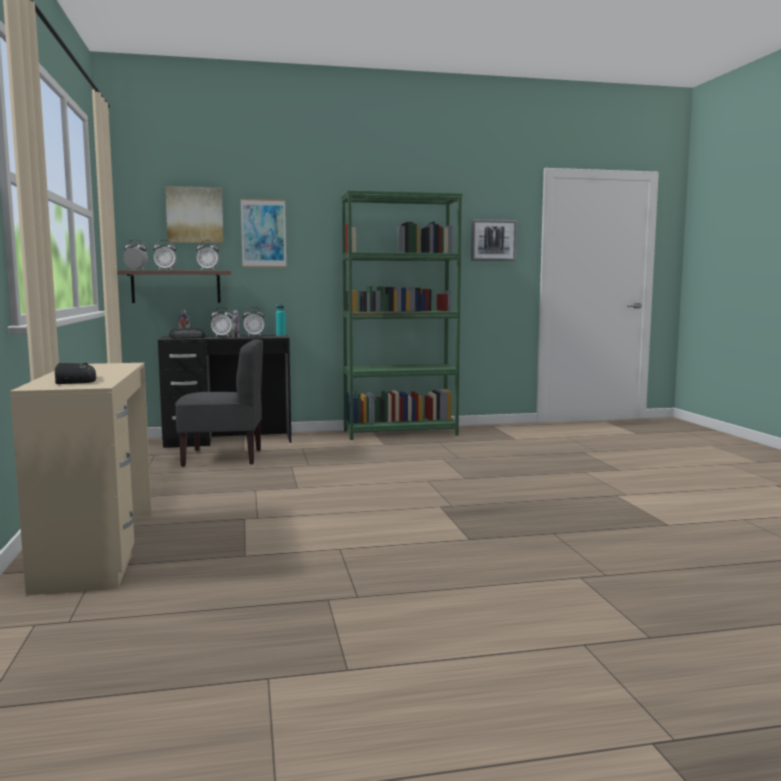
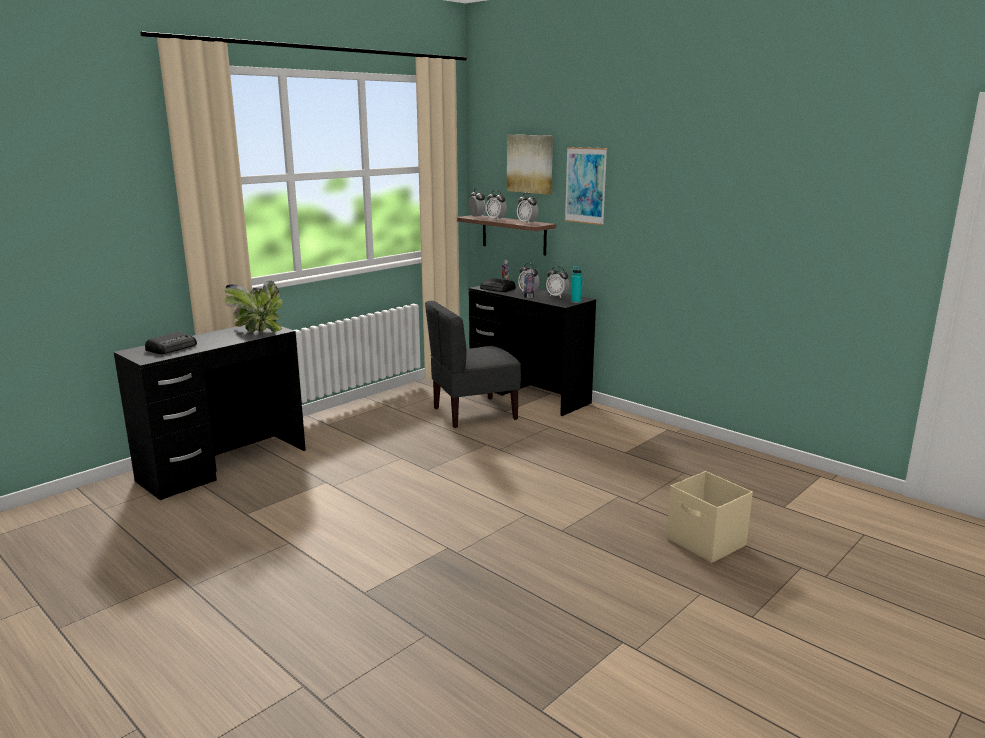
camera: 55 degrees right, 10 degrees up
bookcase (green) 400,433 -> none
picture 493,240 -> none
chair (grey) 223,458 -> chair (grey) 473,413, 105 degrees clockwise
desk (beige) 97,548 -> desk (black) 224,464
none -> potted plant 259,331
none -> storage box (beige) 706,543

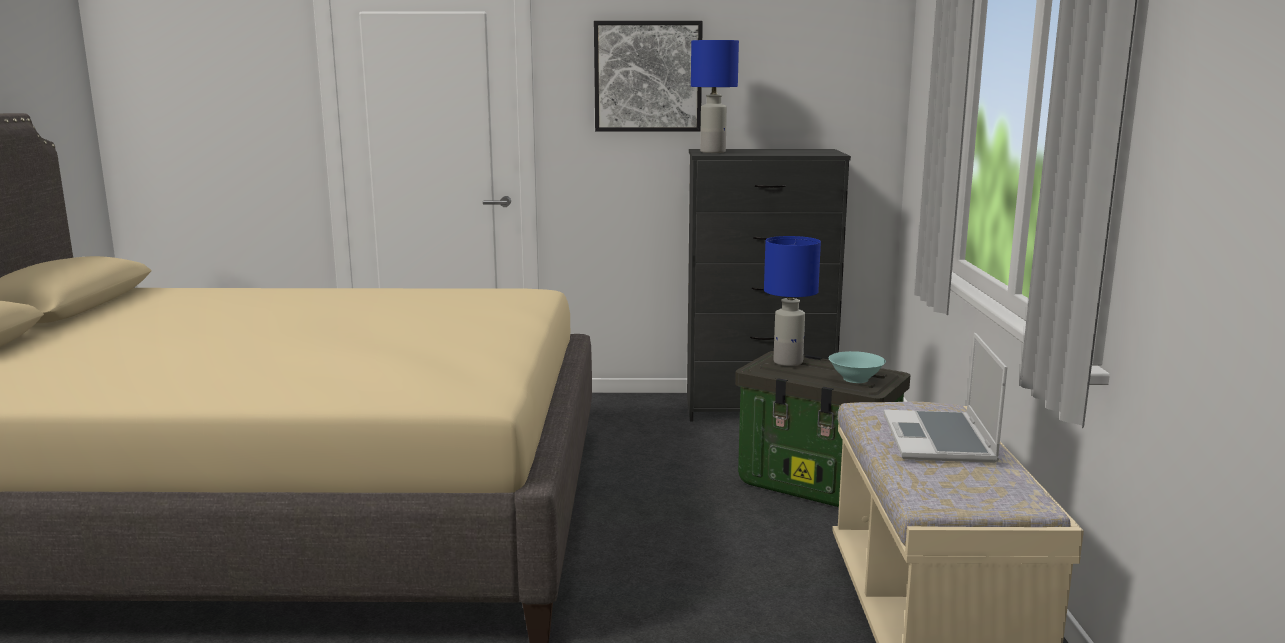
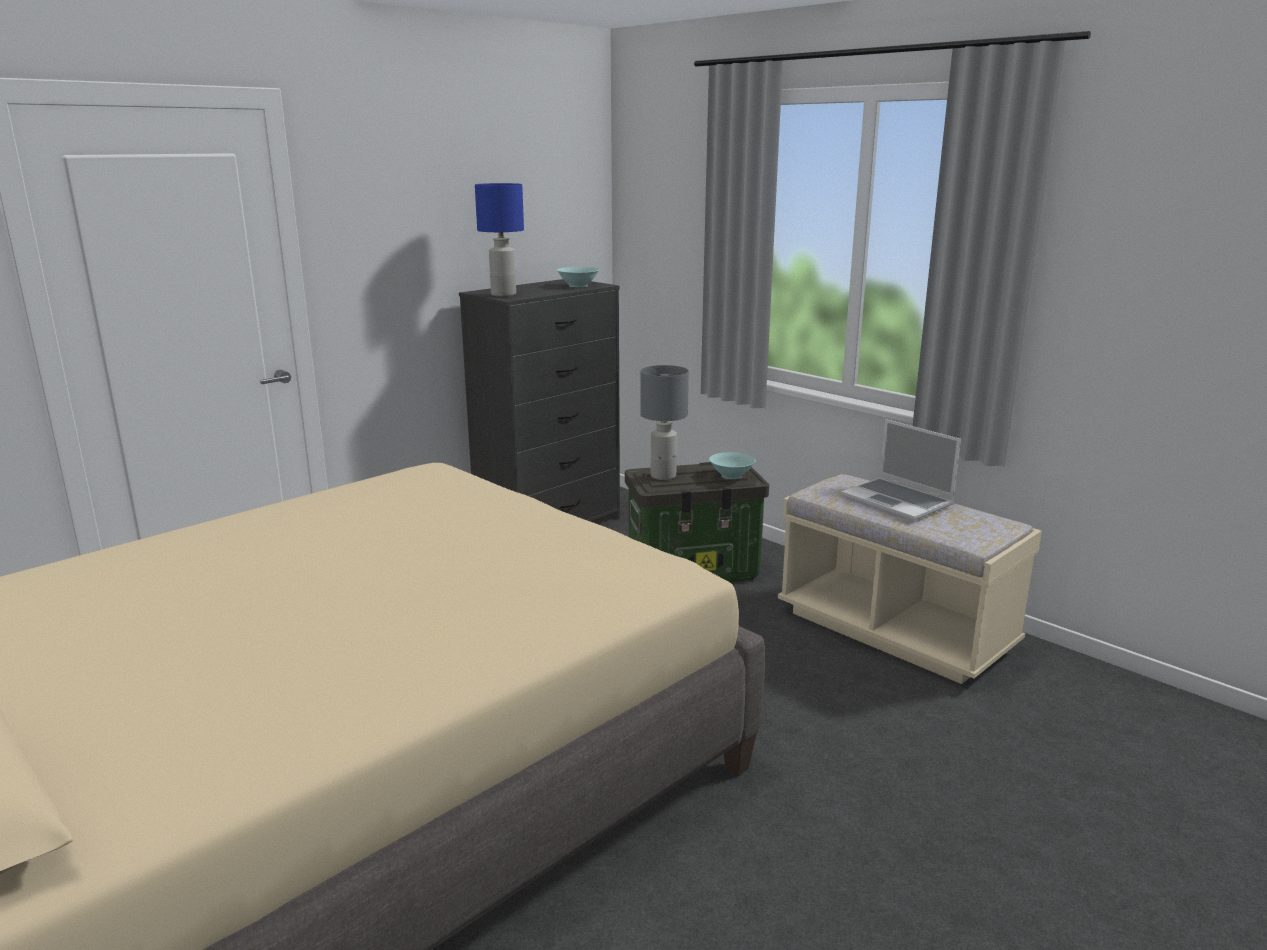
camera: 45 degrees left, 5 degrees up
picture 648,76 -> none
table lamp (blue) 788,362 -> table lamp (grey) 663,476
none -> bowl (turquoise) 578,285

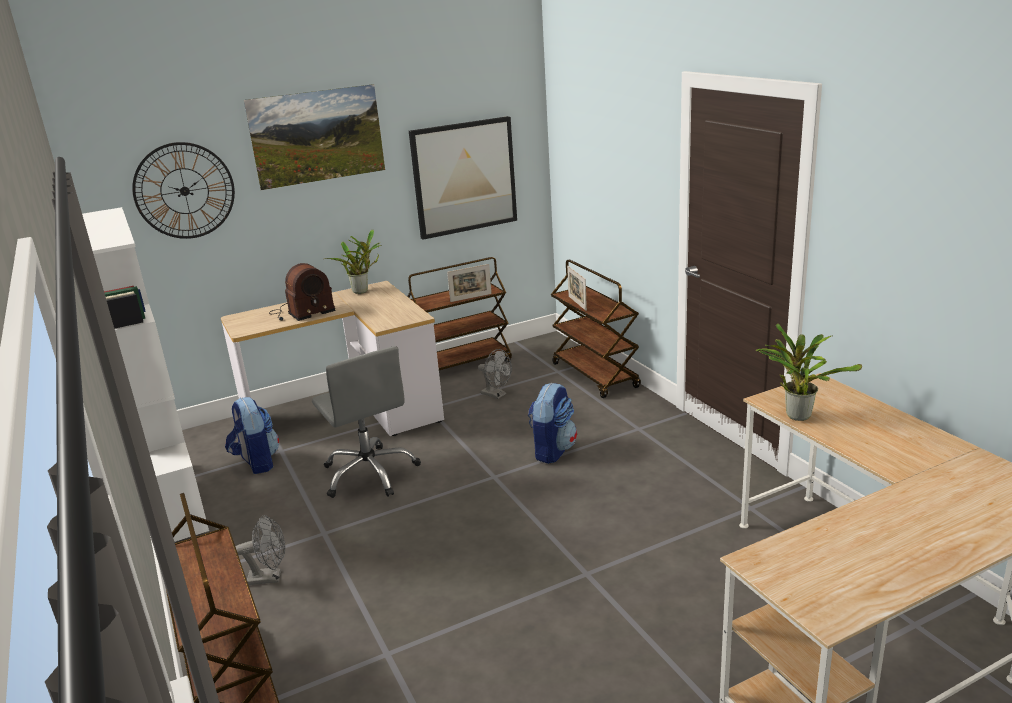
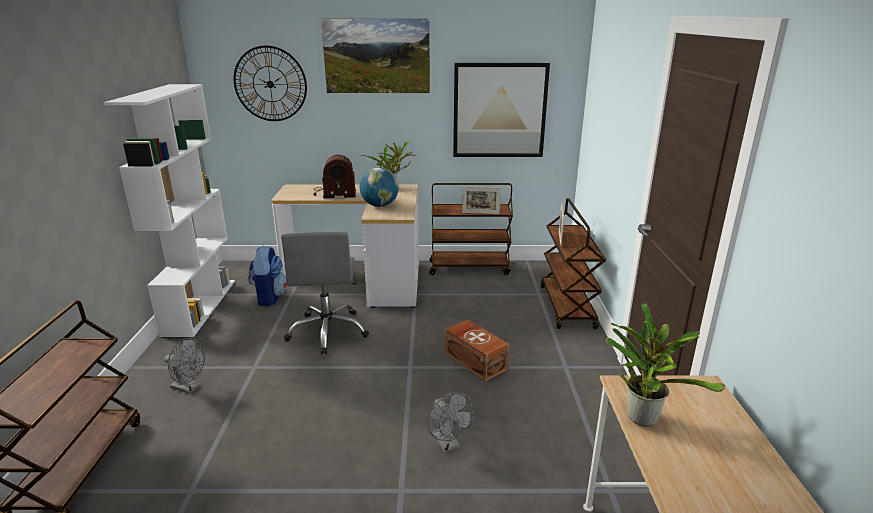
camera: 25 degrees right, 0 degrees up
fan (grey) 497,395 -> fan (grey) 448,444, move
backpack 552,450 -> storage box (brown) 475,361
none -> globe 379,205

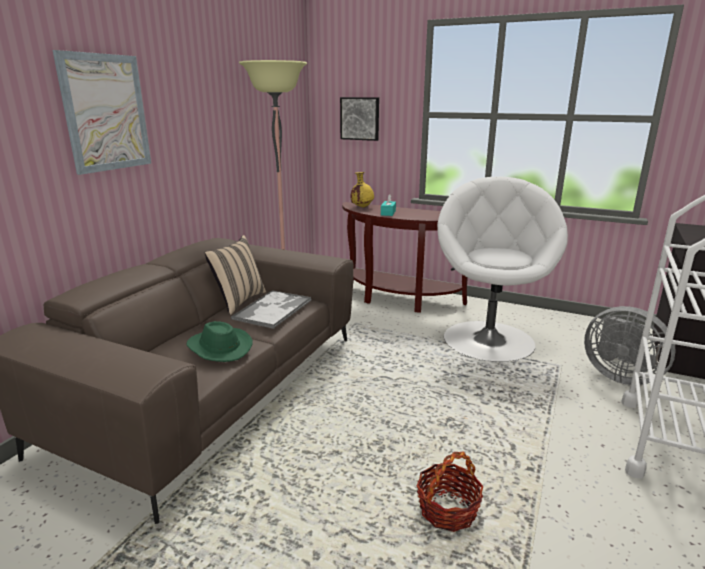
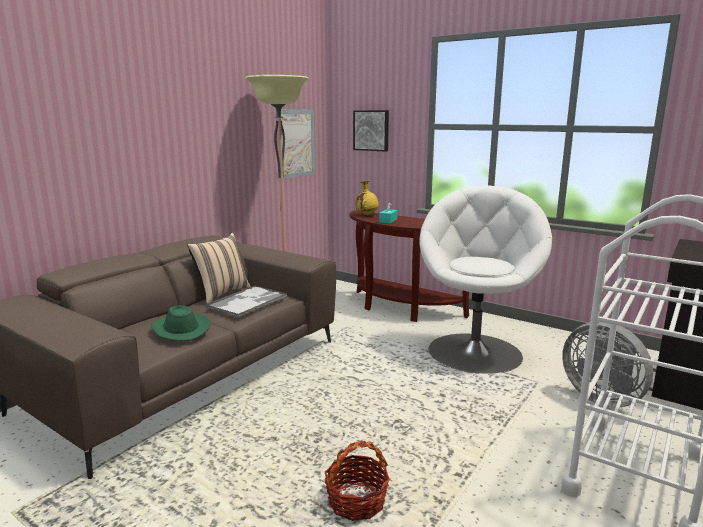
camera: 10 degrees right, 5 degrees down
picture 106,113 -> picture 295,143, move

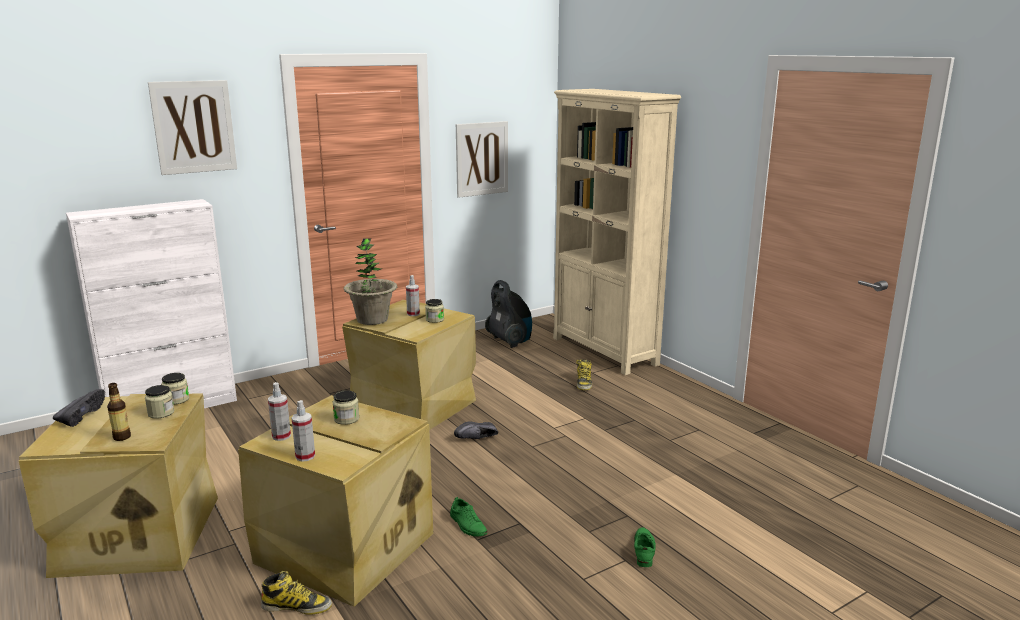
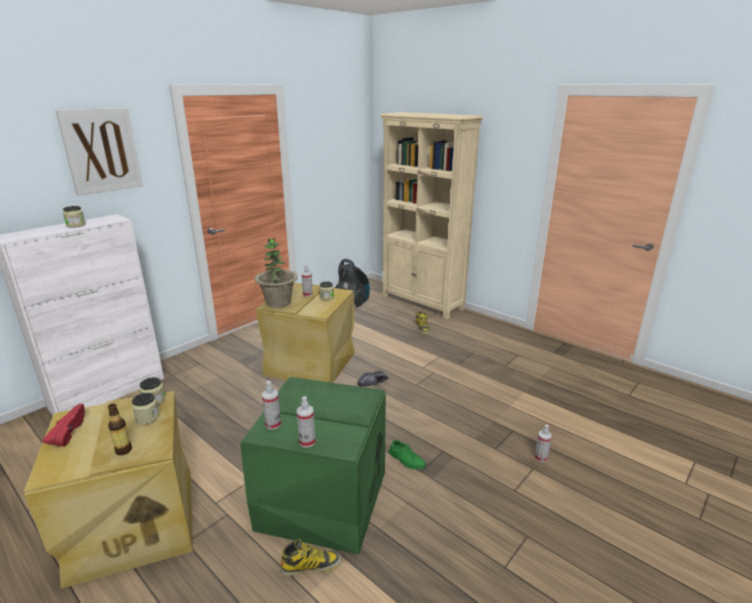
camera: 15 degrees left, 5 degrees up
picture 481,159 -> none
shoe (black) 80,415 -> shoe (red) 67,432
jar 346,419 -> jar 76,225, move
storage box (beige) 345,549 -> storage box (green) 324,501
shoe (green) 644,550 -> spray bottle 541,457

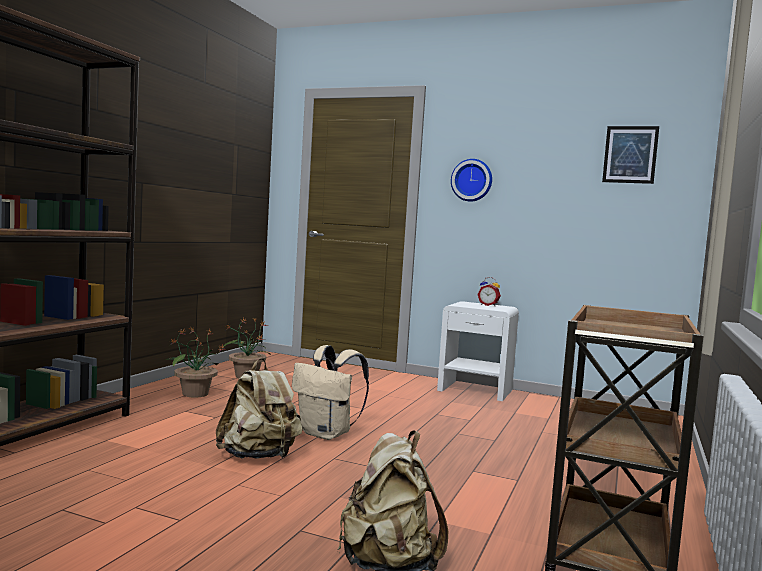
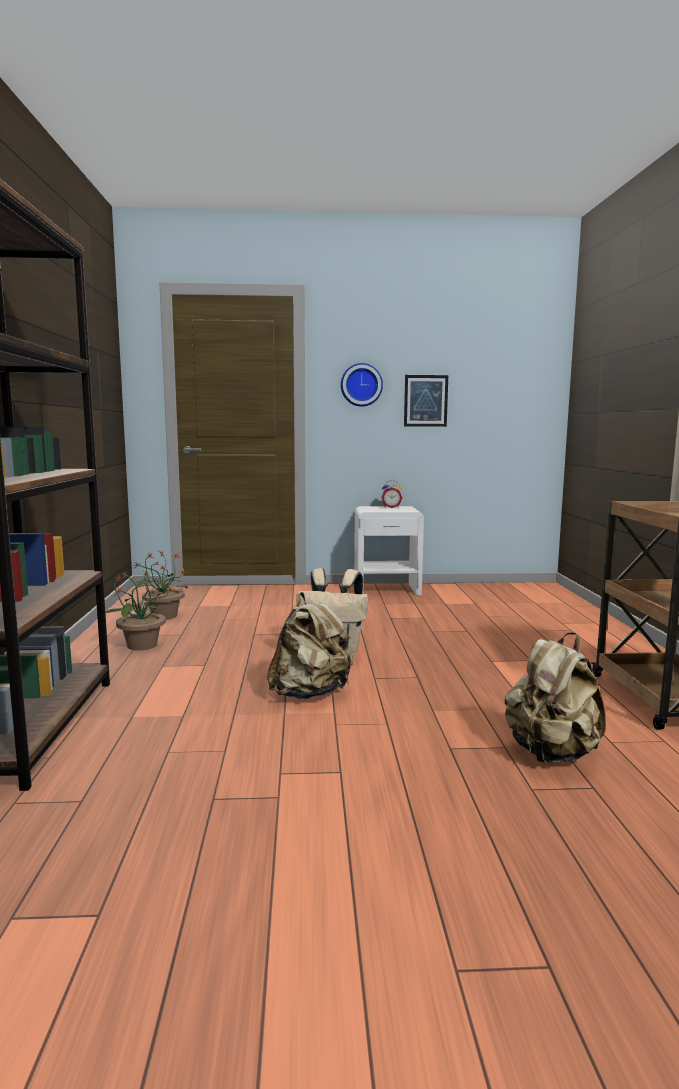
camera: 25 degrees left, 5 degrees up
picture 630,154 -> picture 425,401, move

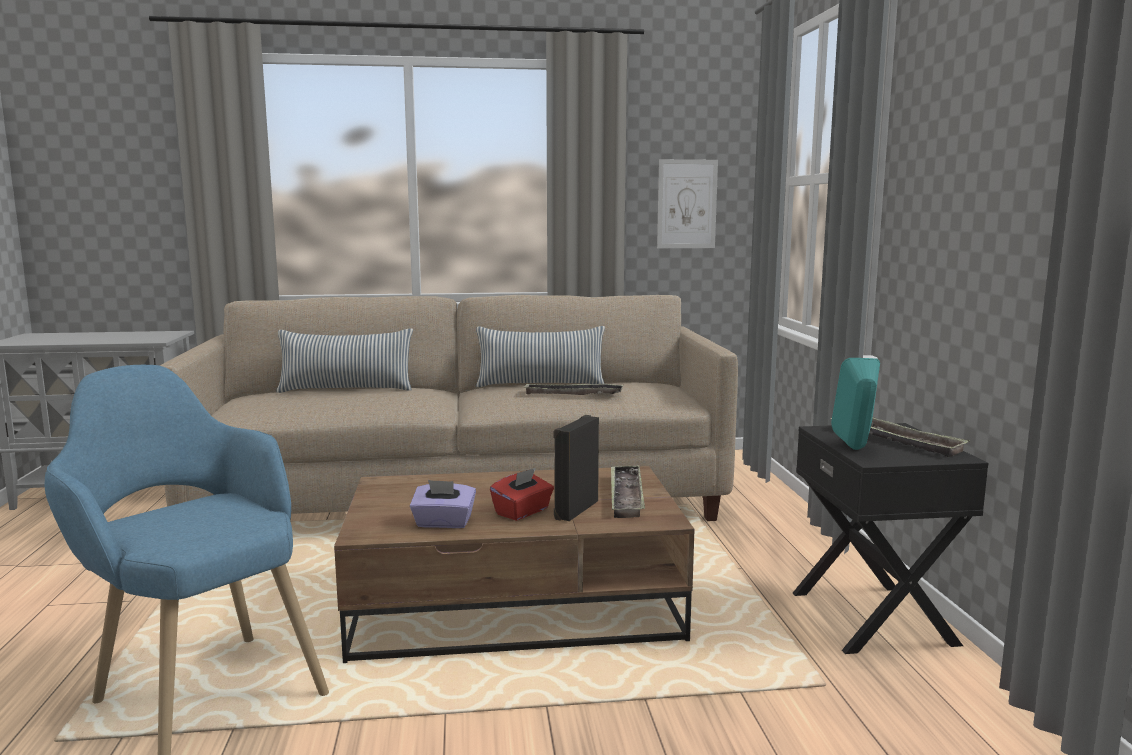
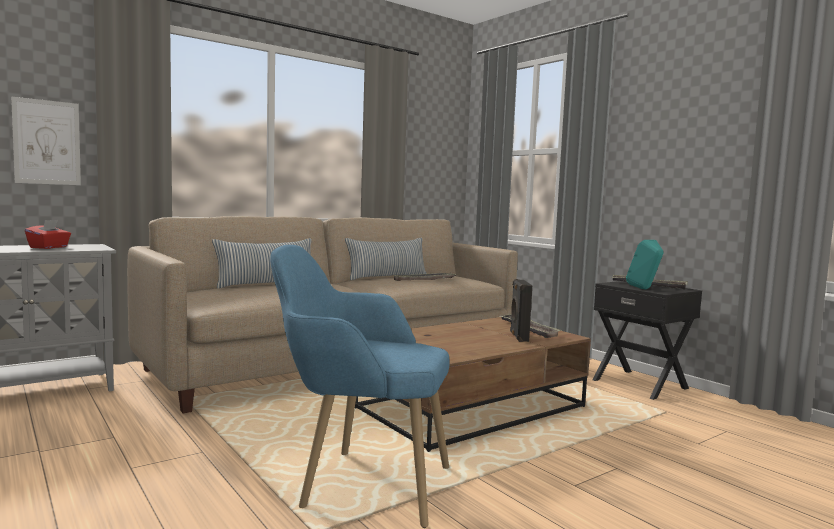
camera: 30 degrees left, 5 degrees down
picture 687,204 -> picture 47,142, move
tissue box (red) 523,512 -> tissue box (red) 49,247, move
tissue box (purple) 443,523 -> none

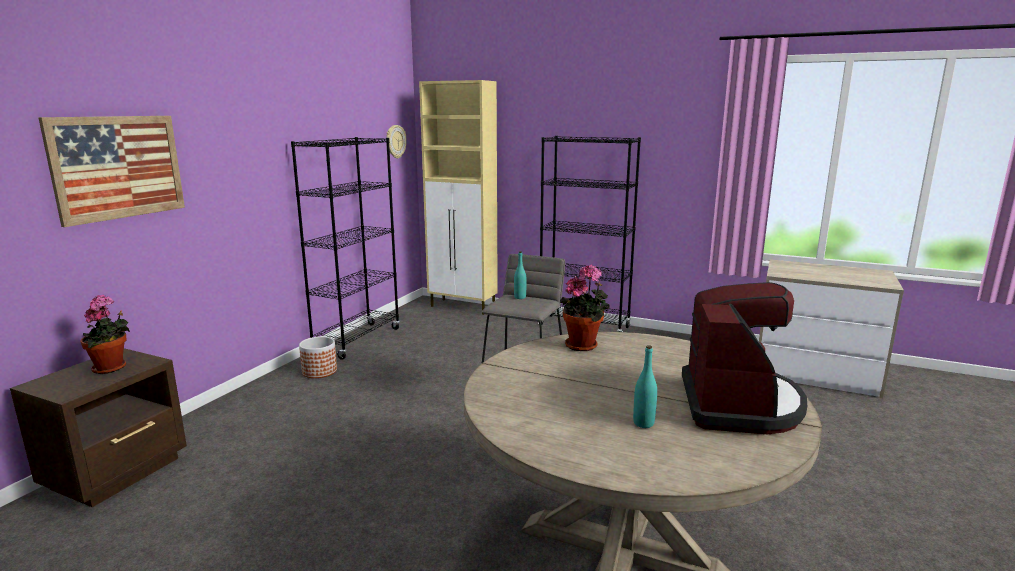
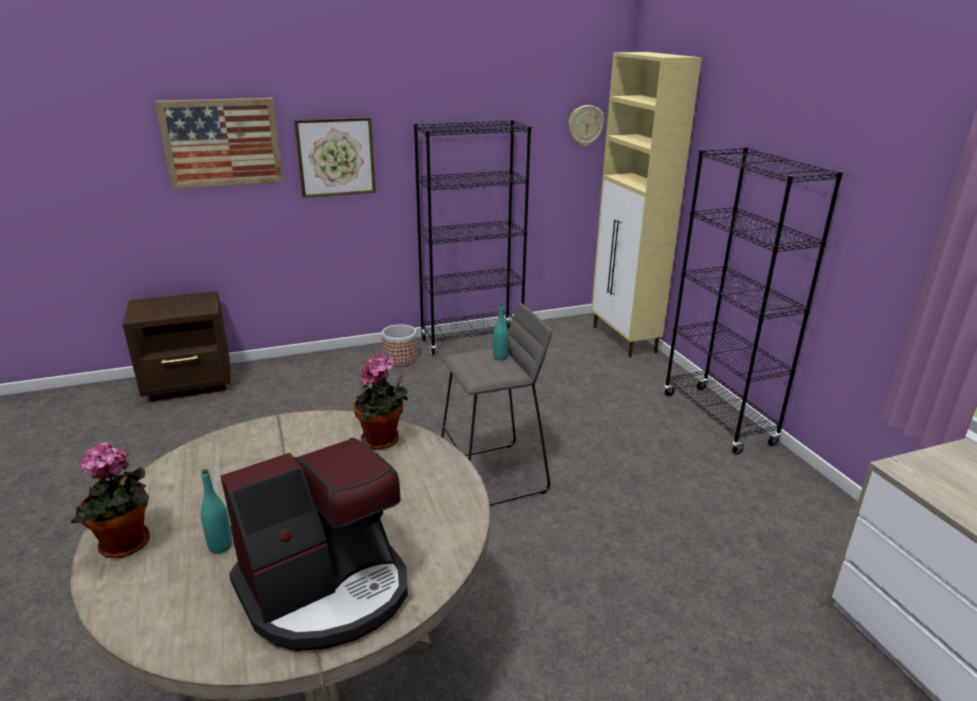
camera: 45 degrees right, 10 degrees up
potted plant 112,368 -> potted plant 126,546, move
none -> picture 336,157

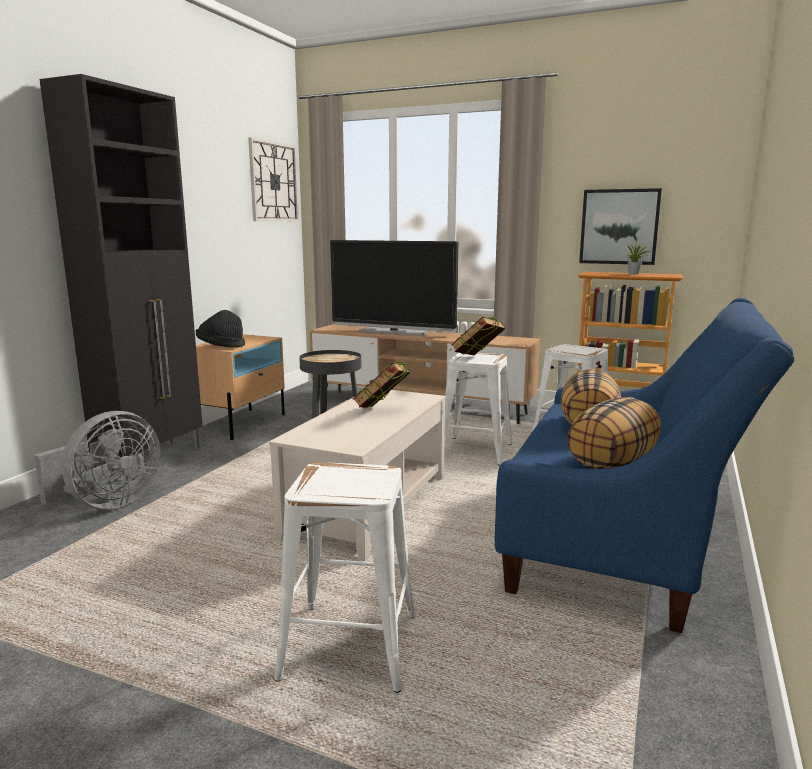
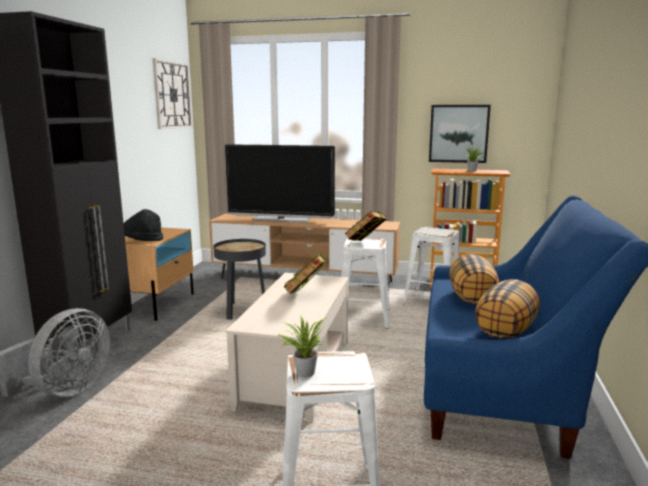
camera: 10 degrees left, 0 degrees up
none -> potted plant 303,372

